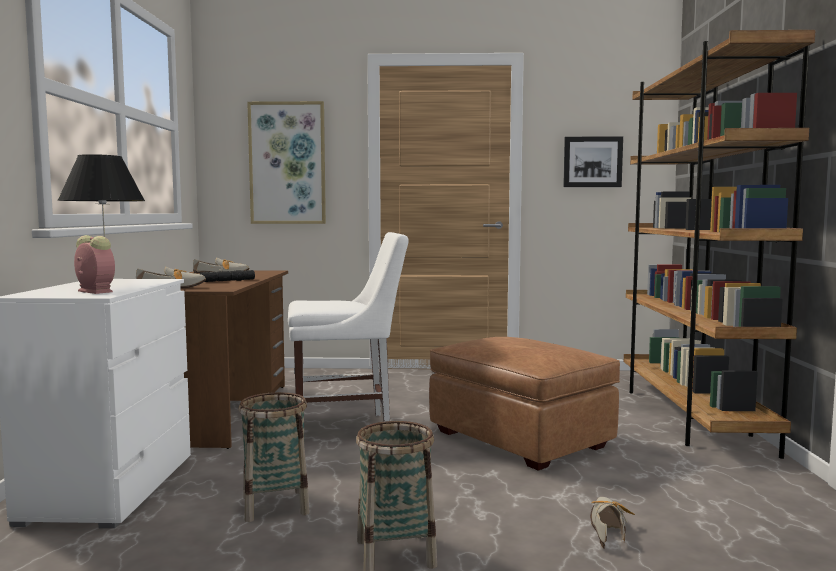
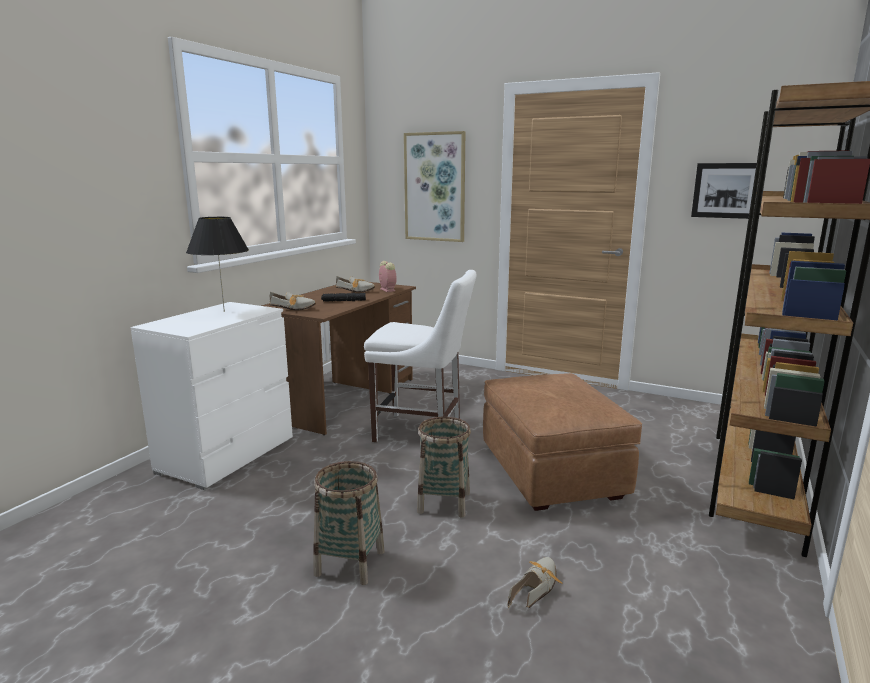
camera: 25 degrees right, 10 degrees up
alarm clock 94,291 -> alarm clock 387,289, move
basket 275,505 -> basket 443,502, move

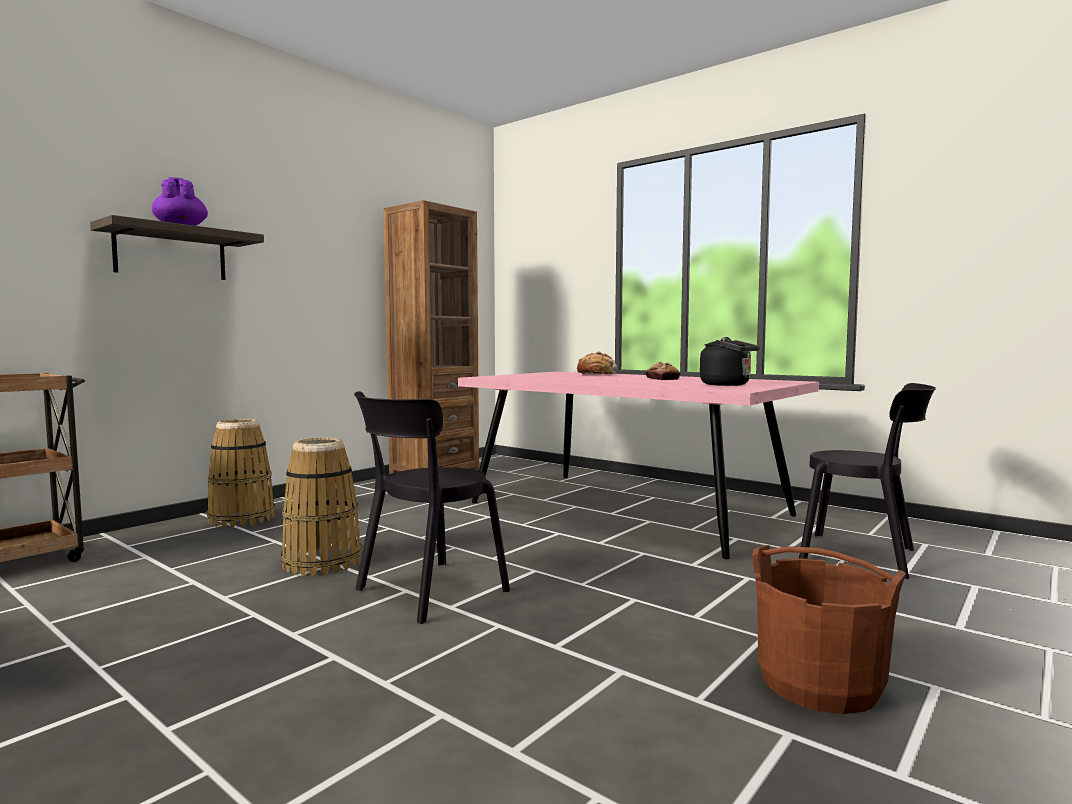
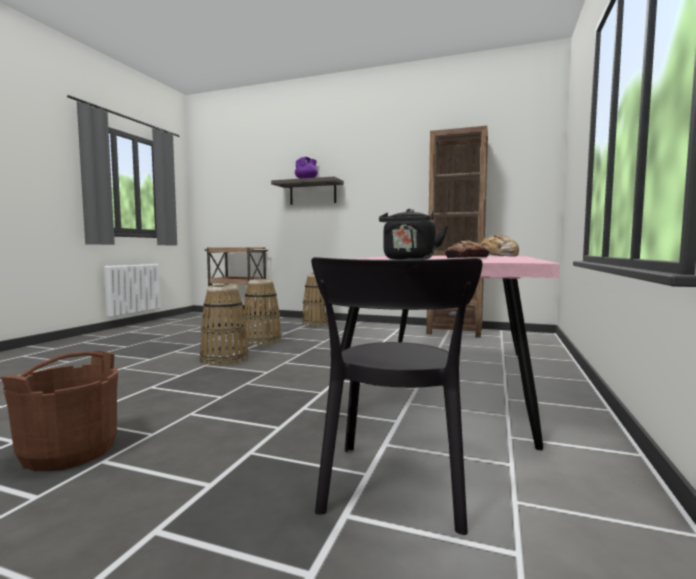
camera: 70 degrees right, 0 degrees up
chair (black) 426,592 -> basket 224,359

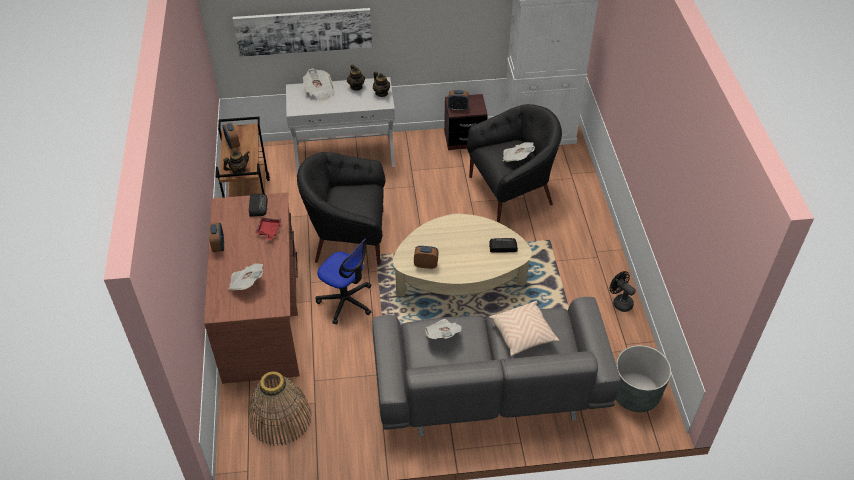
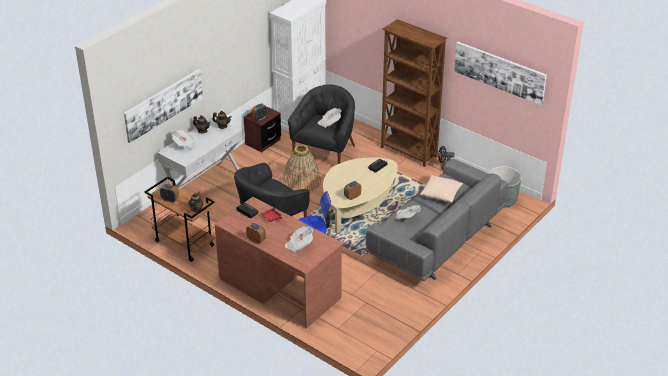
camera: 45 degrees left, 10 degrees down
basket 280,418 -> basket 302,181, move
none -> bookcase (brown) 409,152
none -> picture 499,72

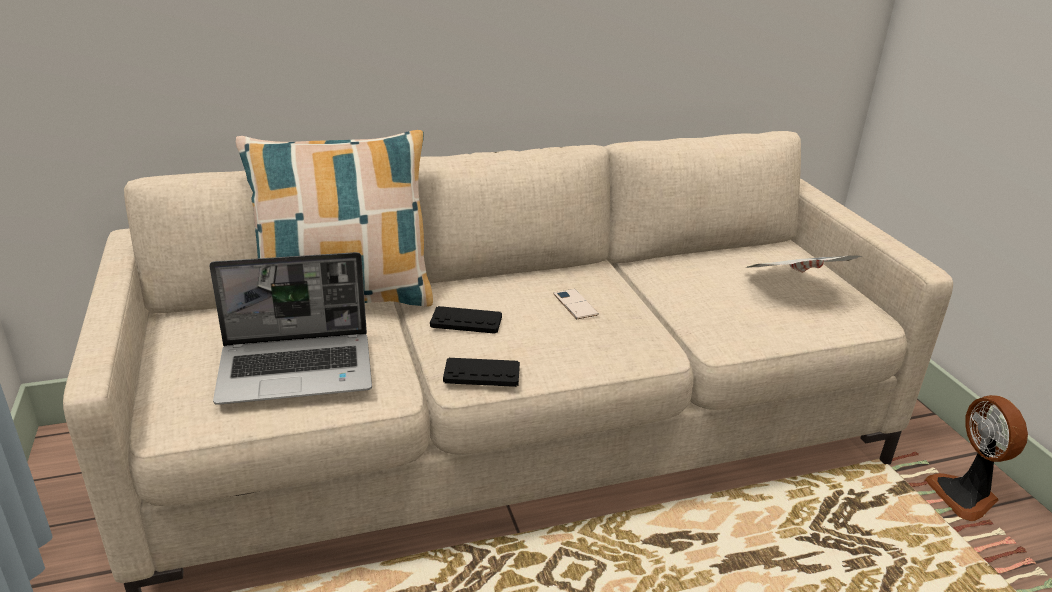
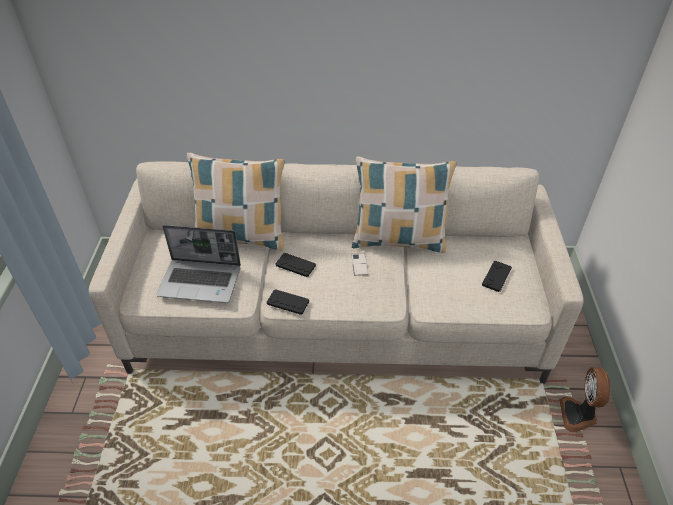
camera: 20 degrees right, 15 degrees up
newspaper 794,287 -> game controller (black) 496,276
none -> pillow 398,240

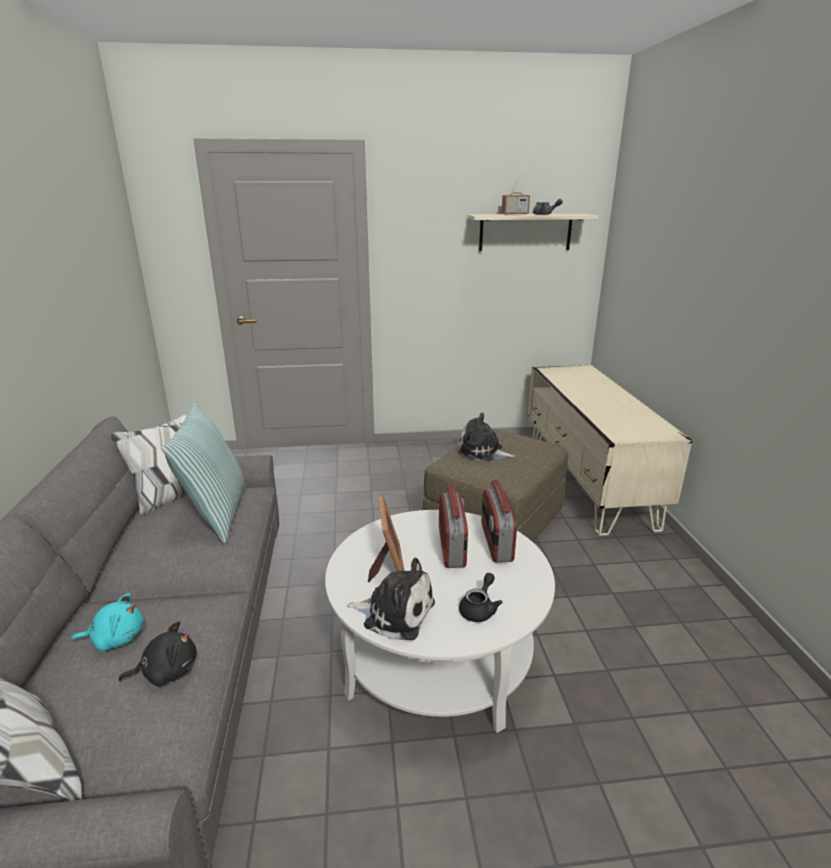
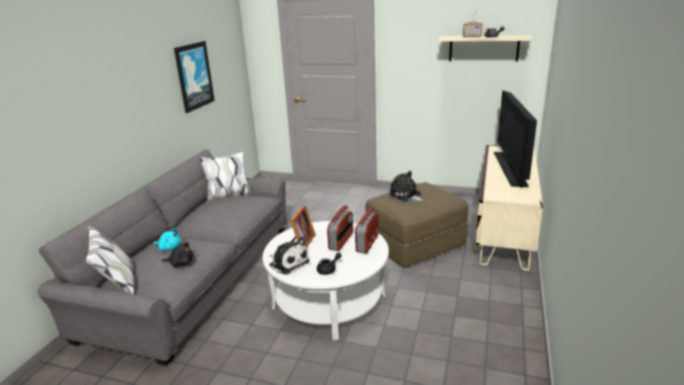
camera: 25 degrees right, 0 degrees up
pillow 216,514 -> none
none -> picture 194,76
none -> television 510,169

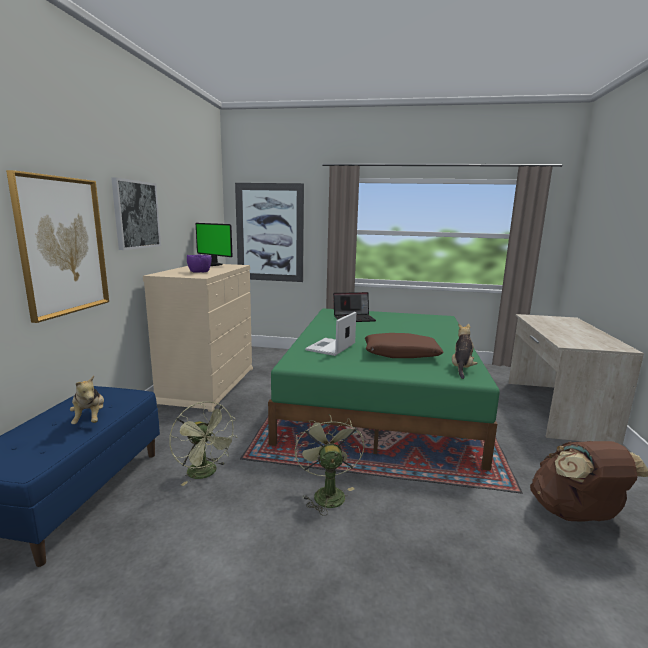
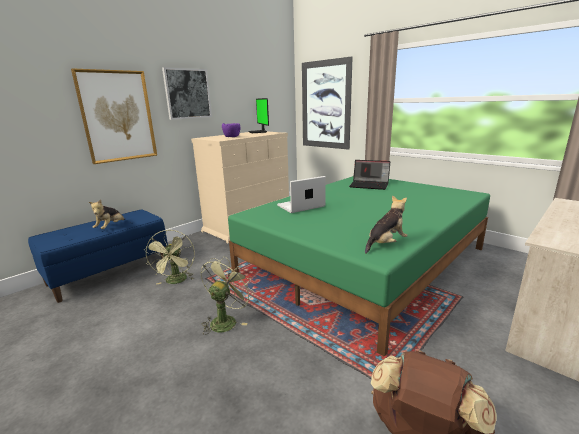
camera: 35 degrees right, 5 degrees up
pillow (brown) 401,354 -> none

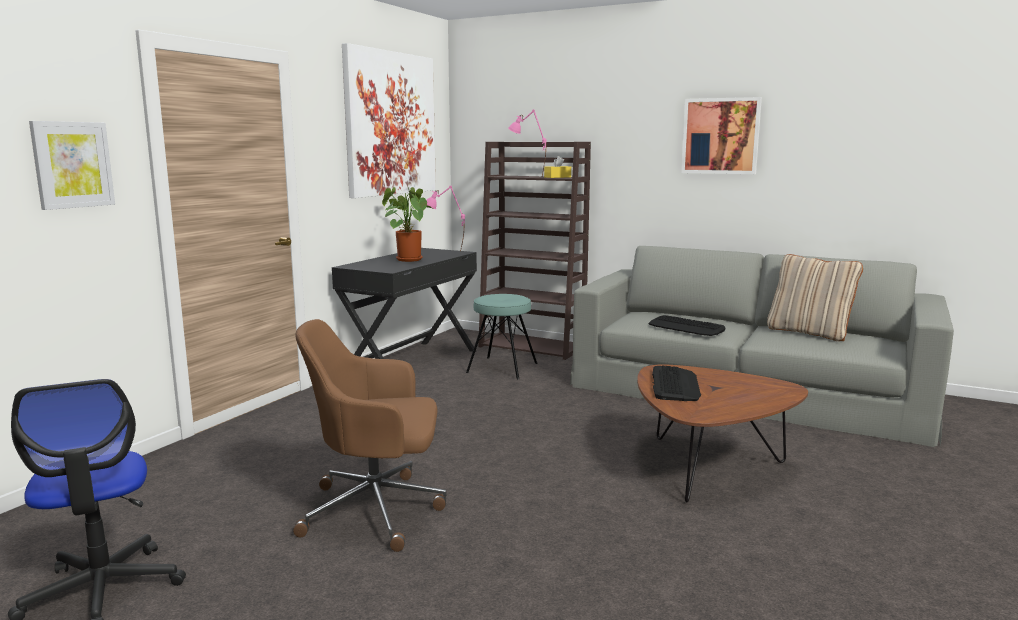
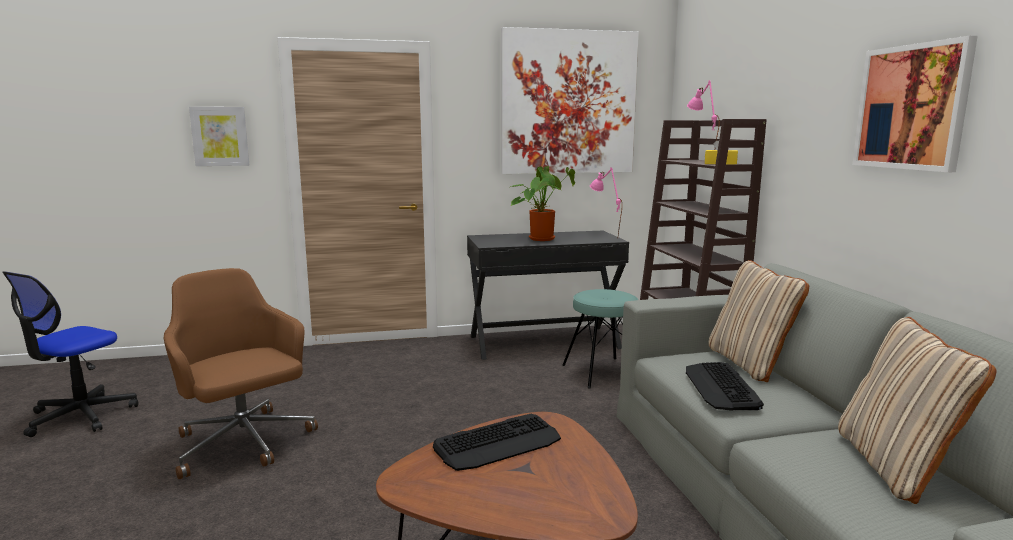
camera: 50 degrees right, 0 degrees up
none -> pillow (beige) 750,363

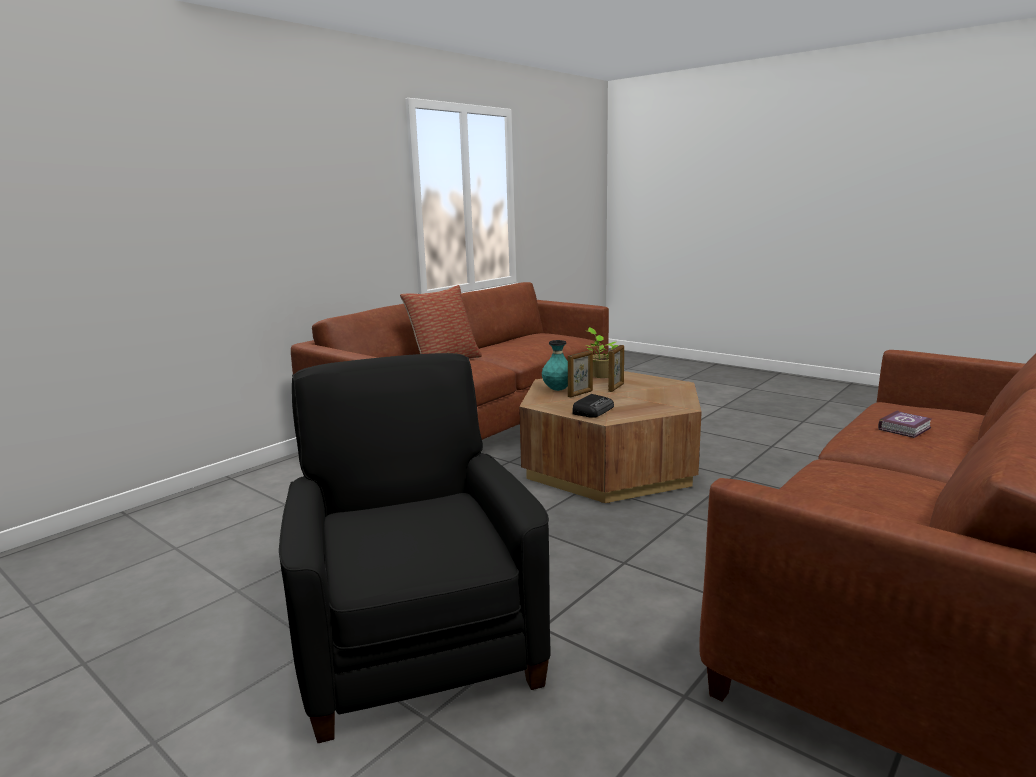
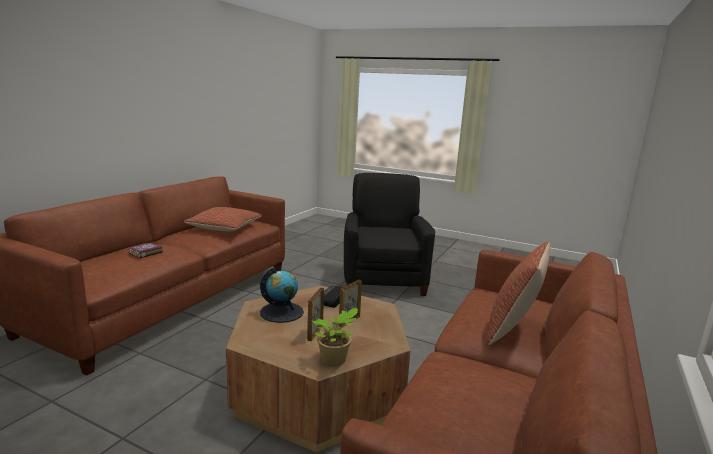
camera: 165 degrees right, 0 degrees up
vase (turquoise) 558,390 -> none
armchair (black) 417,644 -> armchair (black) 383,279, 150 degrees counterclockwise
none -> pillow 224,228
none -> globe 281,312

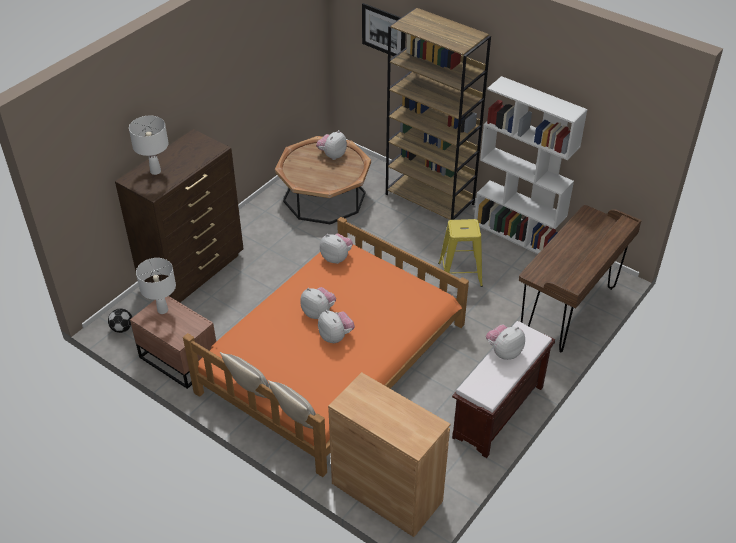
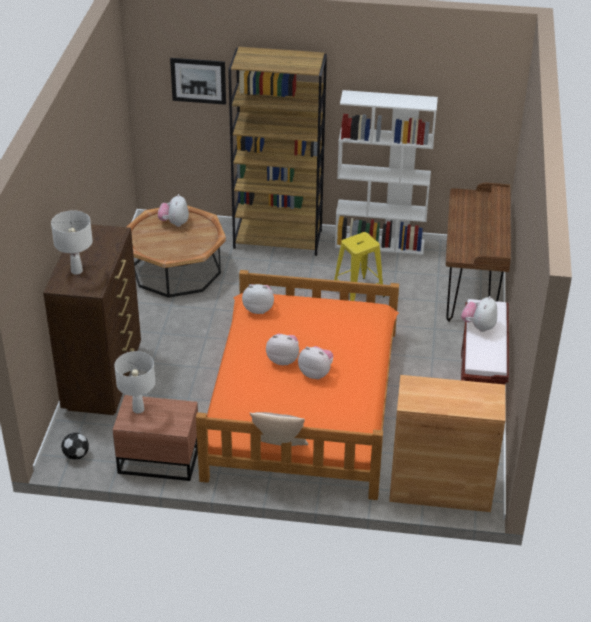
camera: 30 degrees left, 5 degrees down
pillow 298,421 -> none

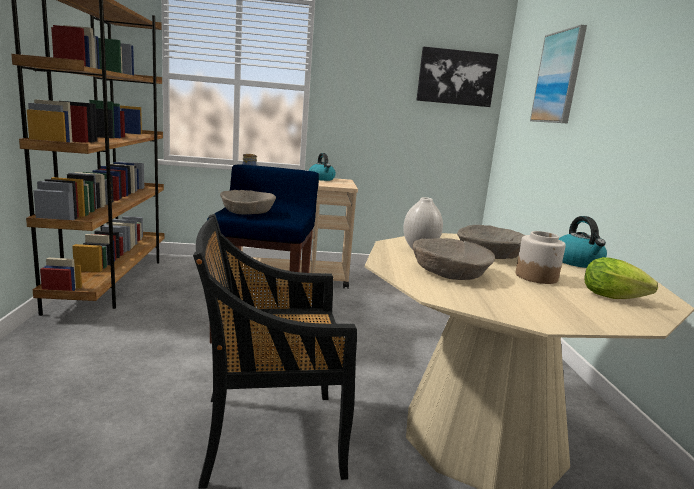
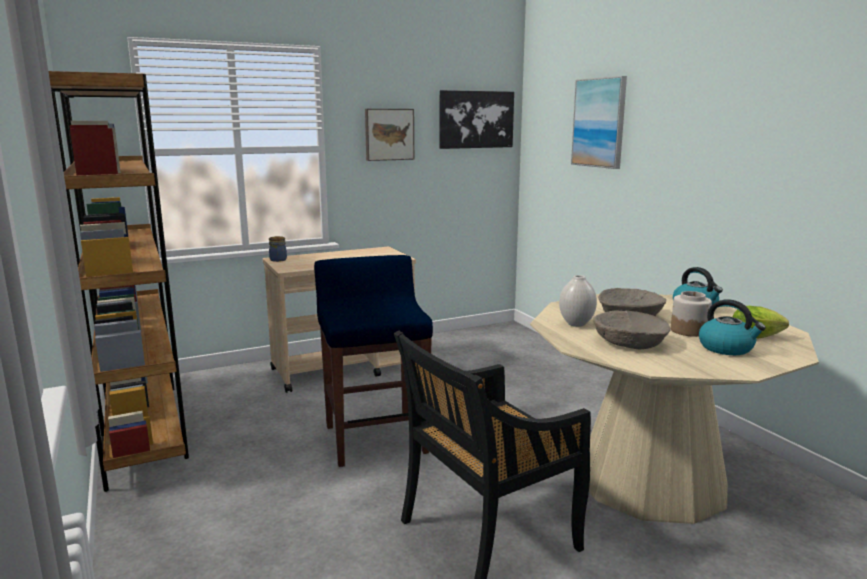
camera: 20 degrees left, 0 degrees up
kettle 322,179 -> kettle 727,348, move
bowl (beige) 248,211 -> none
none -> picture 389,134

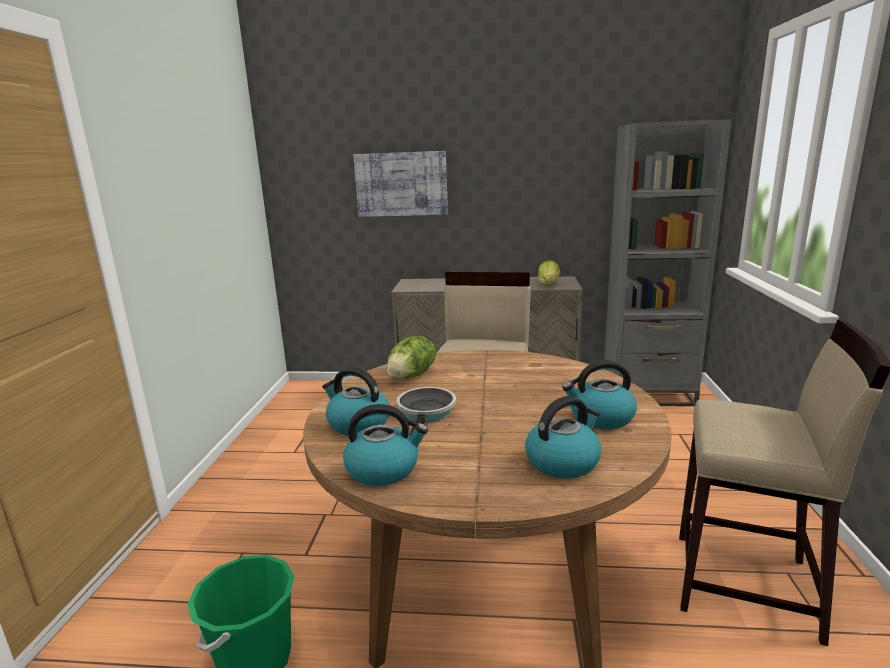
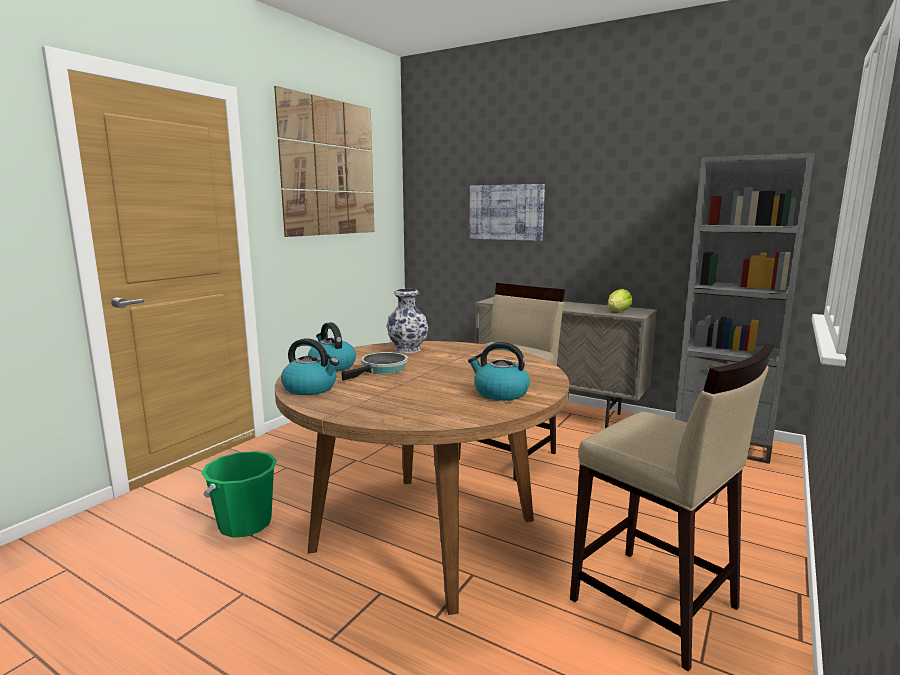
camera: 25 degrees right, 5 degrees down
lettuce 412,375 -> vase 408,350
kettle 563,461 -> none
none -> picture 329,168

